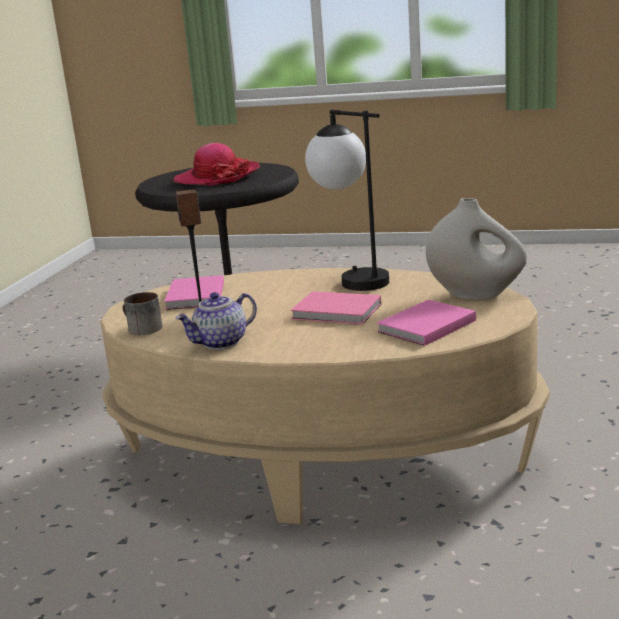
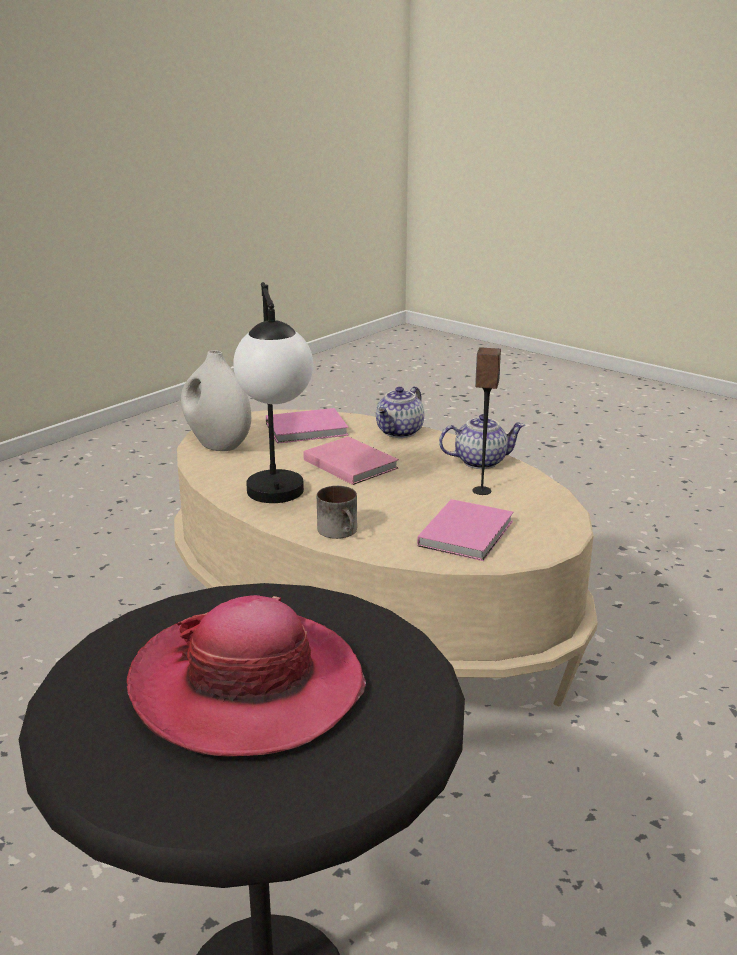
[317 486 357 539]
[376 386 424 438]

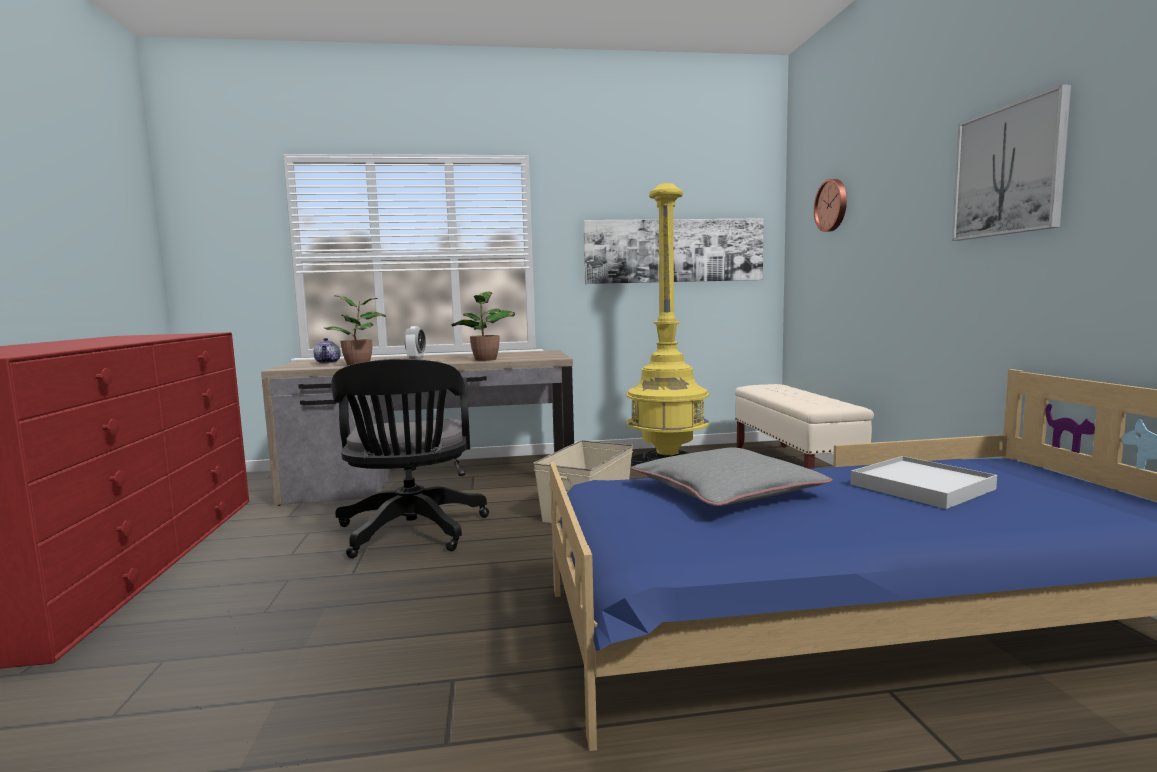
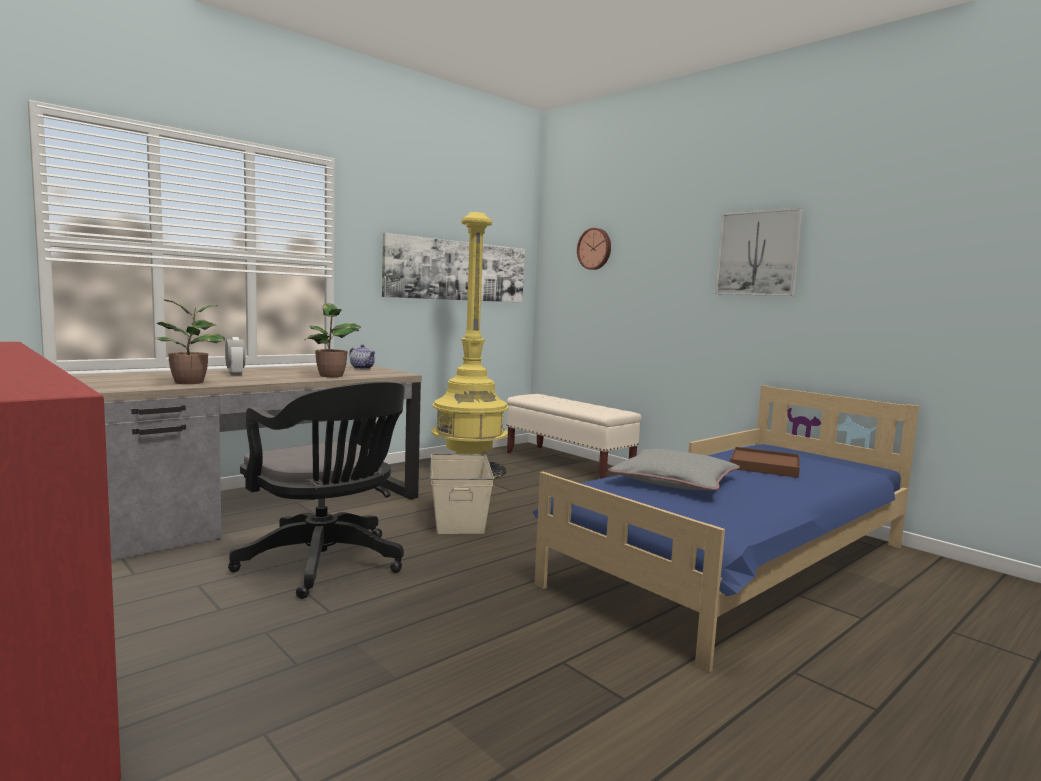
[349 344 376 369]
[730 447 800 478]

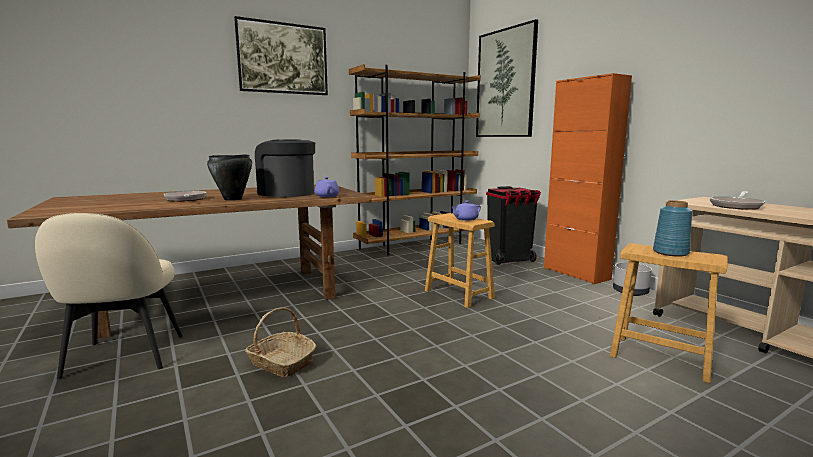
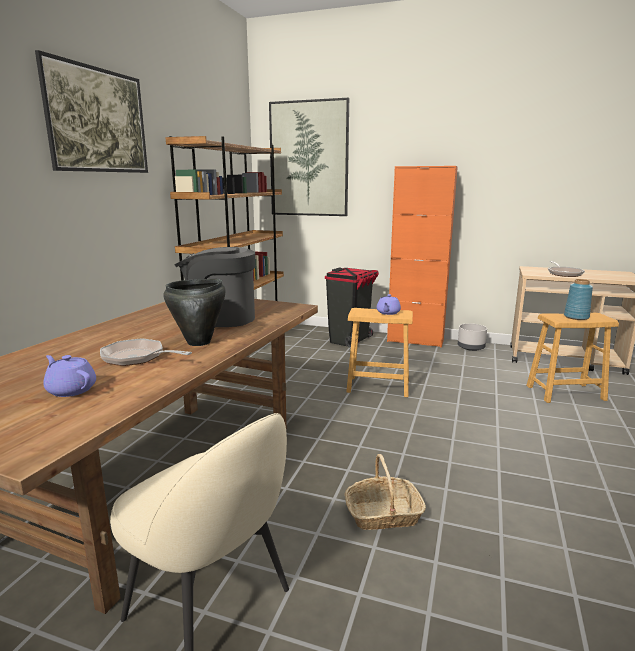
[43 355 96 397]

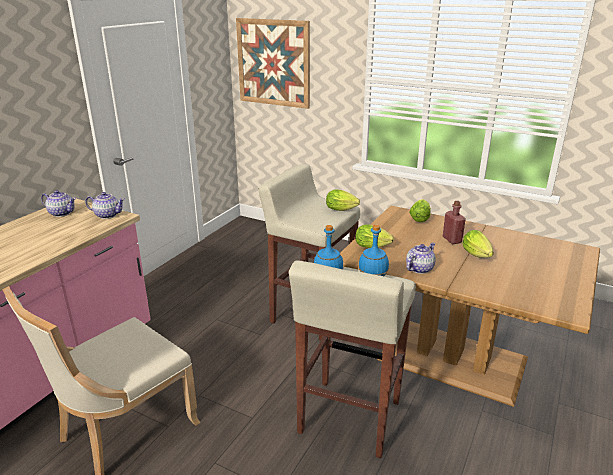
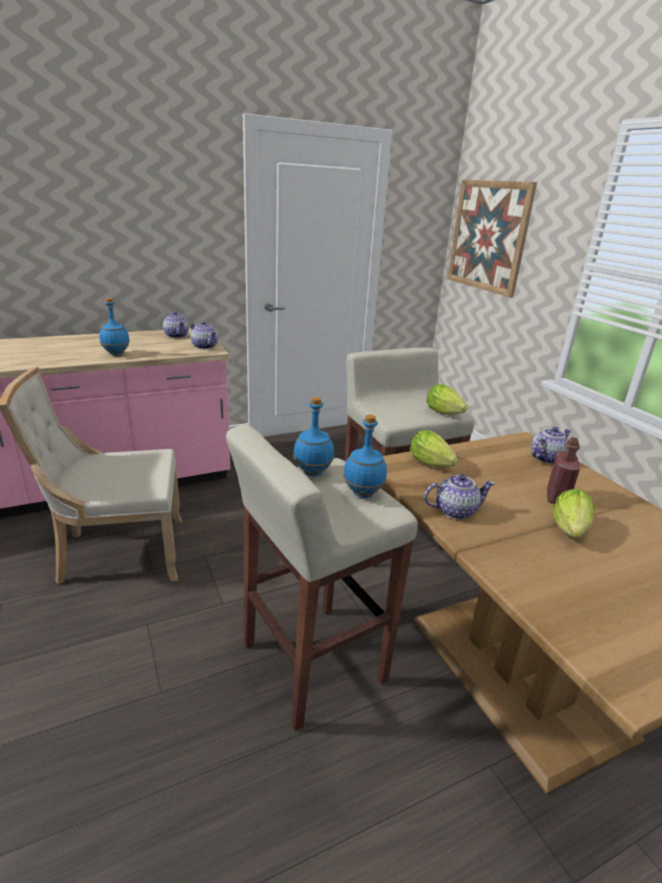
[531 427 571 464]
[99 298 130 356]

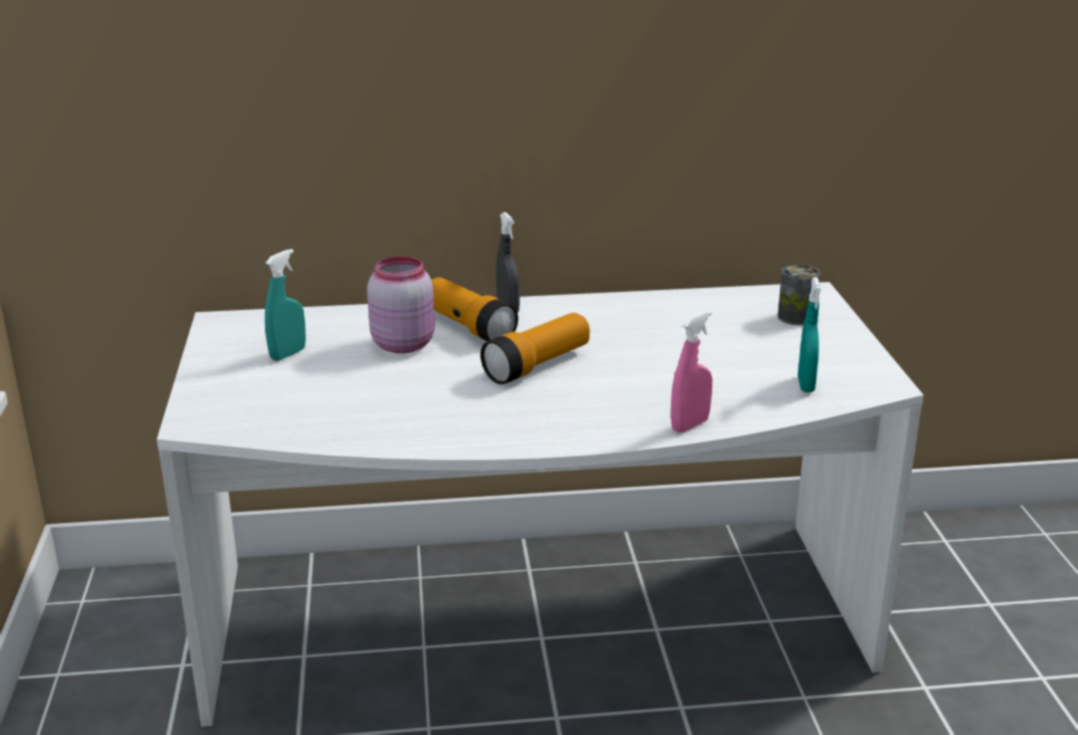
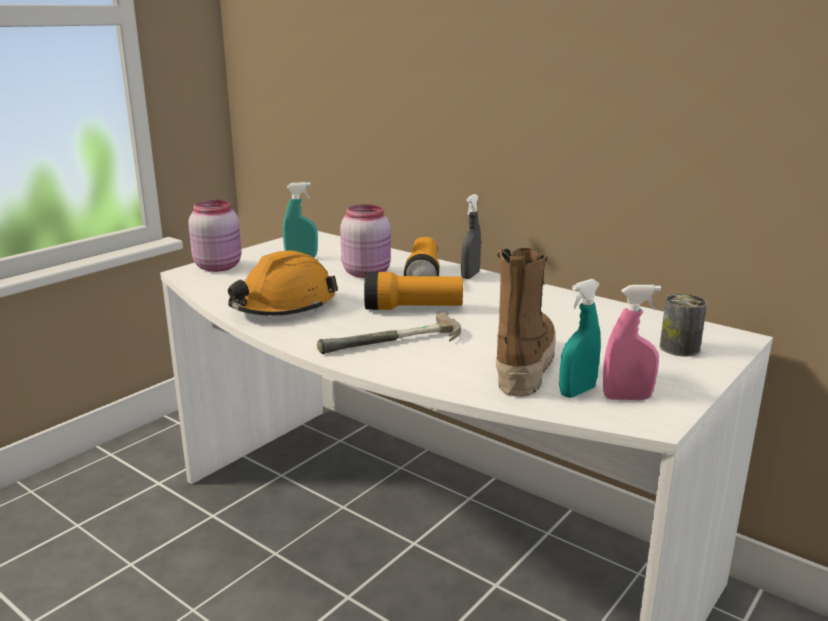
[603 285 661 400]
[188 200 241 272]
[496 248 556 397]
[228 251 338 316]
[317 312 461 354]

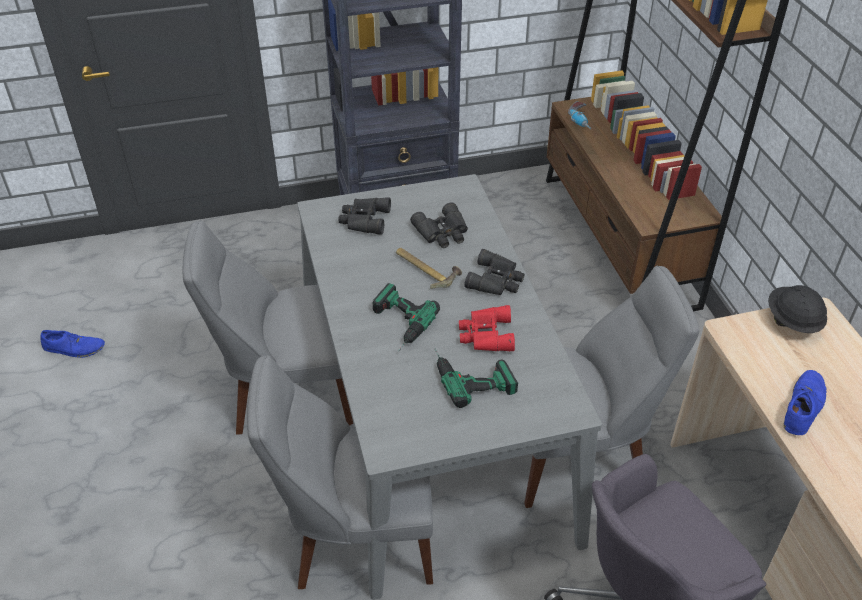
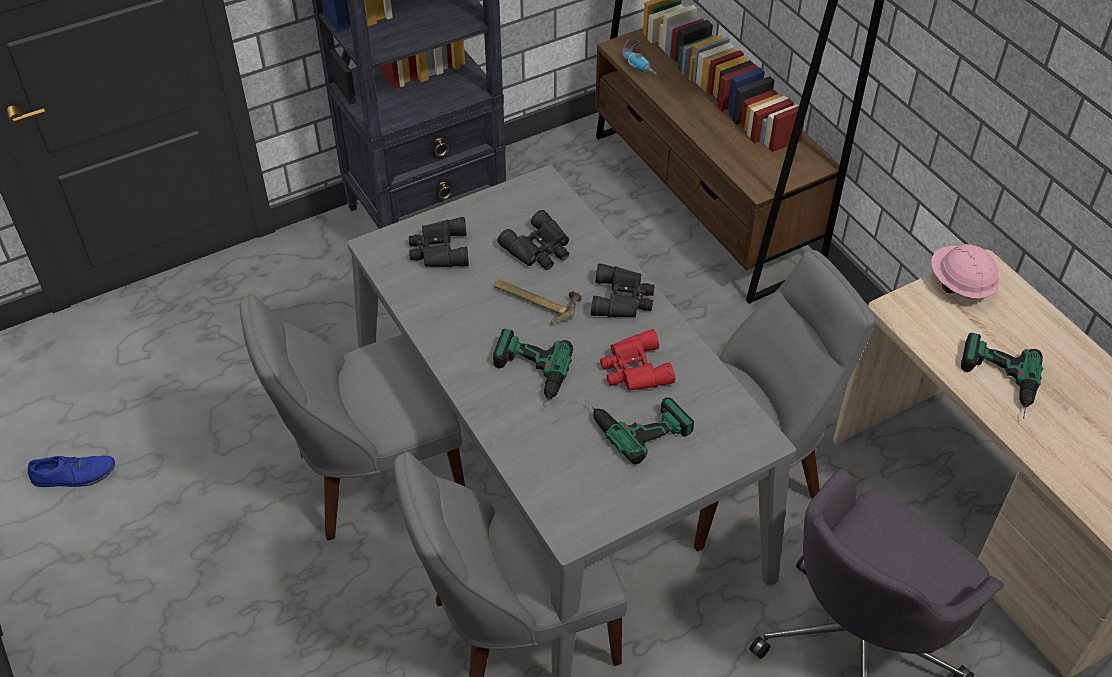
[931 244 1000 298]
[961 333 1043 419]

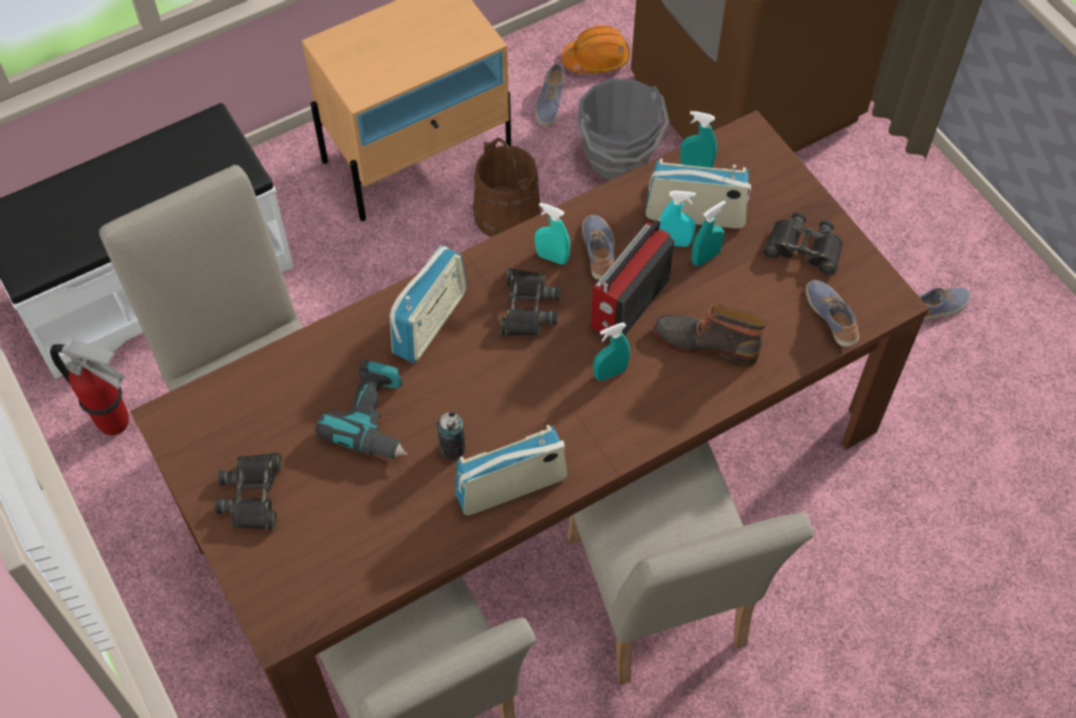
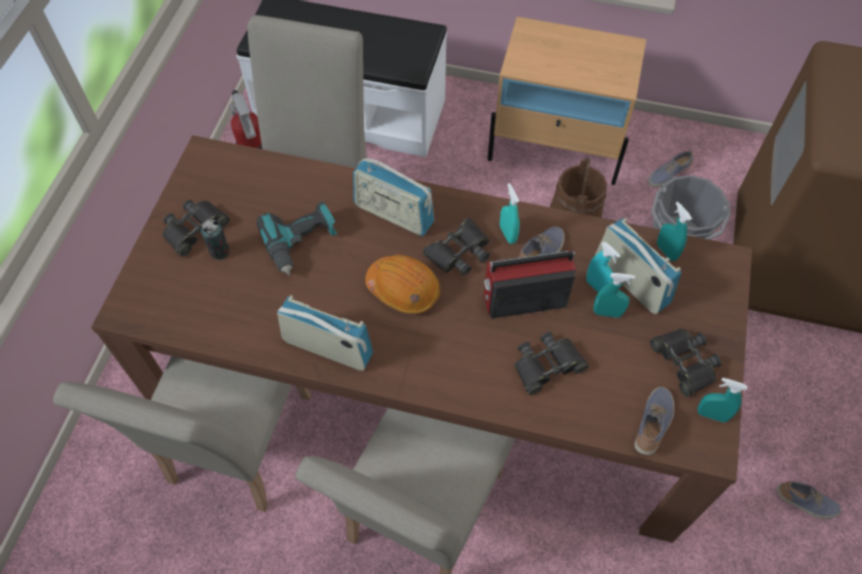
[365 255 441 314]
[353 158 434 236]
[514 332 589 395]
[697 378 747 423]
[201 219 230 260]

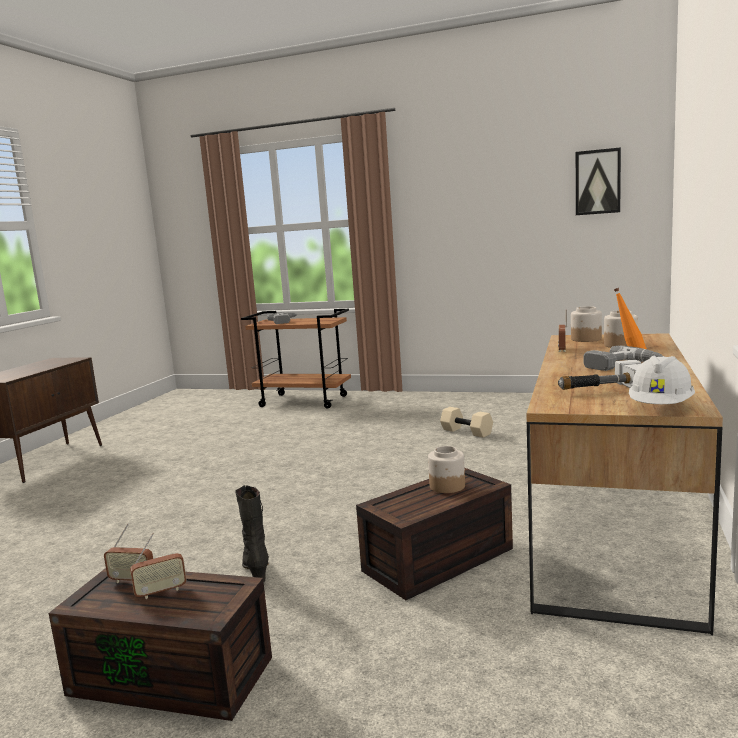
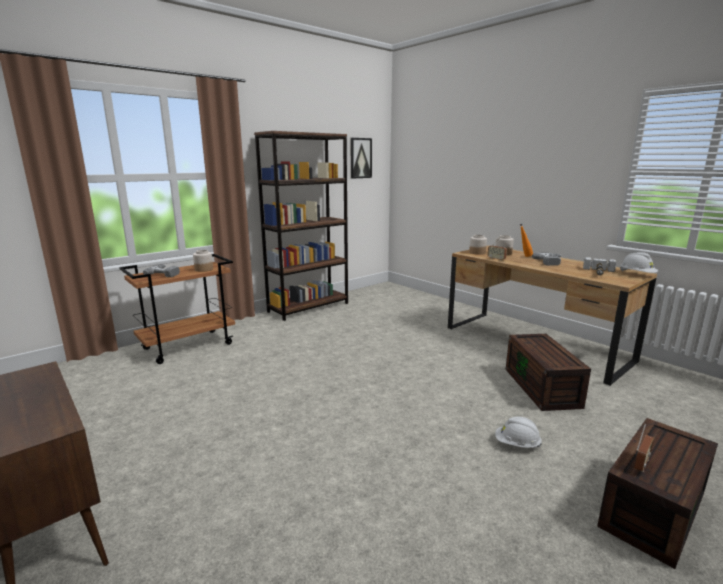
[440 407 493 438] (first image)
[193 250 213 272]
[495 417 542 448]
[130 533 186 599] (first image)
[254 131 348 321]

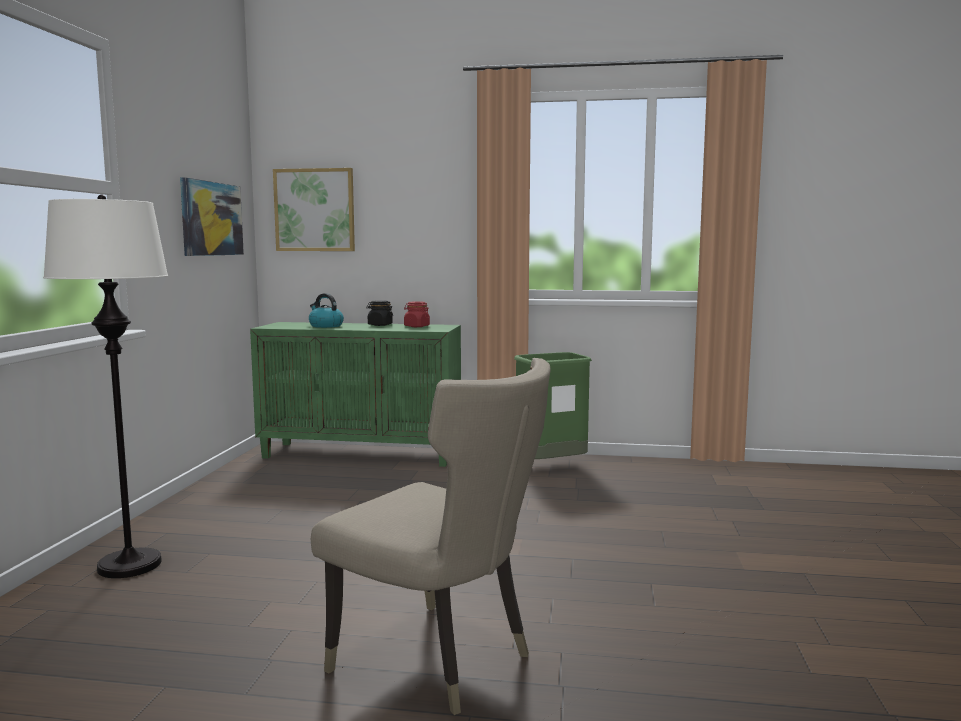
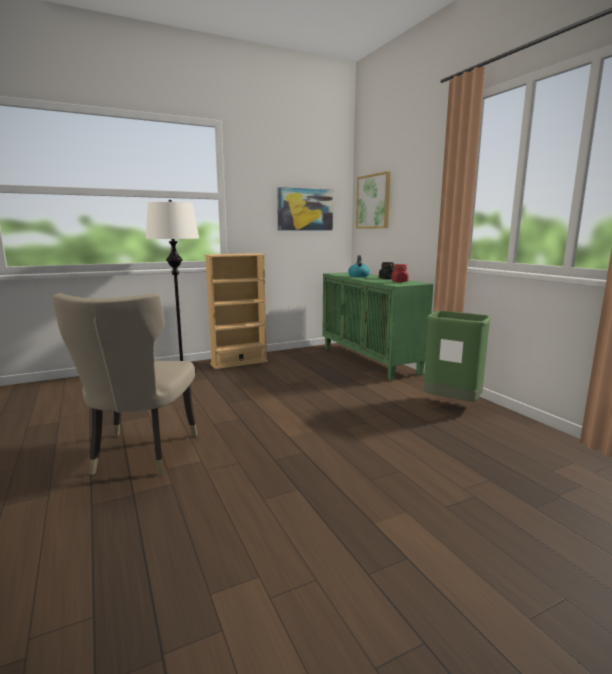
[204 253 268 369]

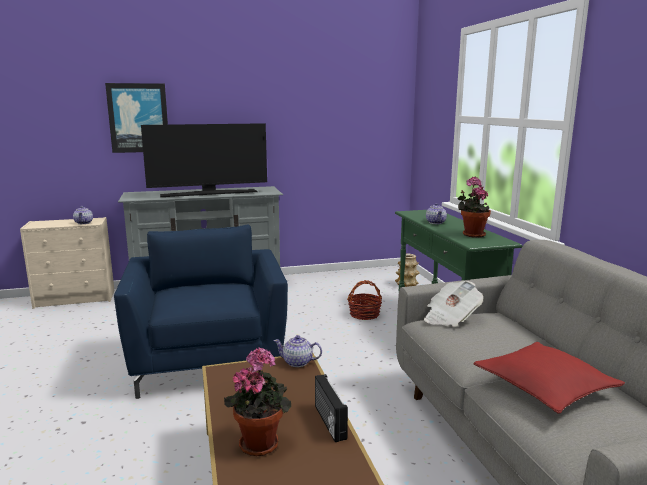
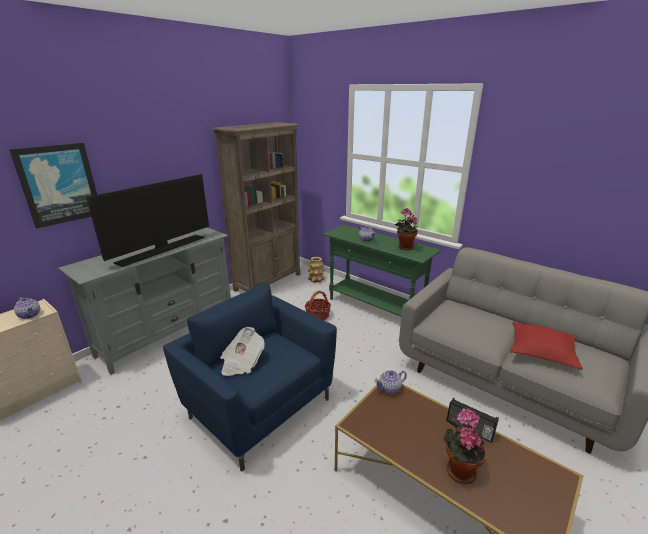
[220 327 265 376]
[213 122 301 292]

